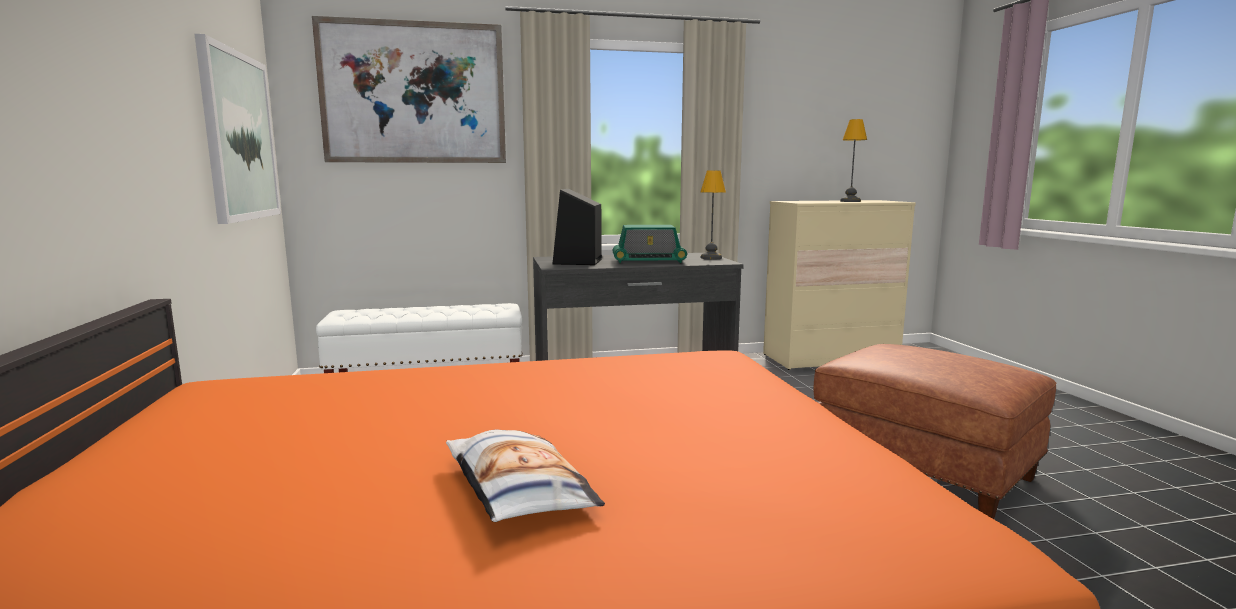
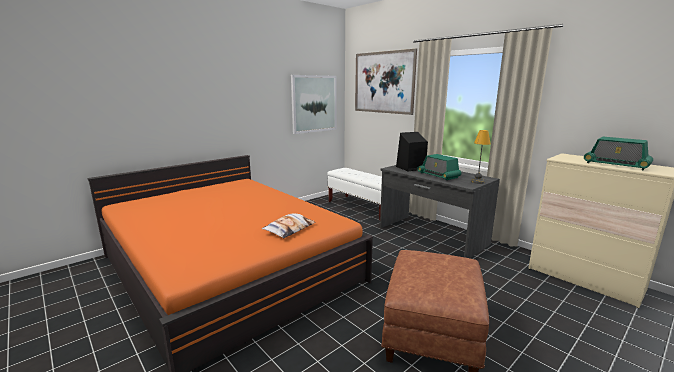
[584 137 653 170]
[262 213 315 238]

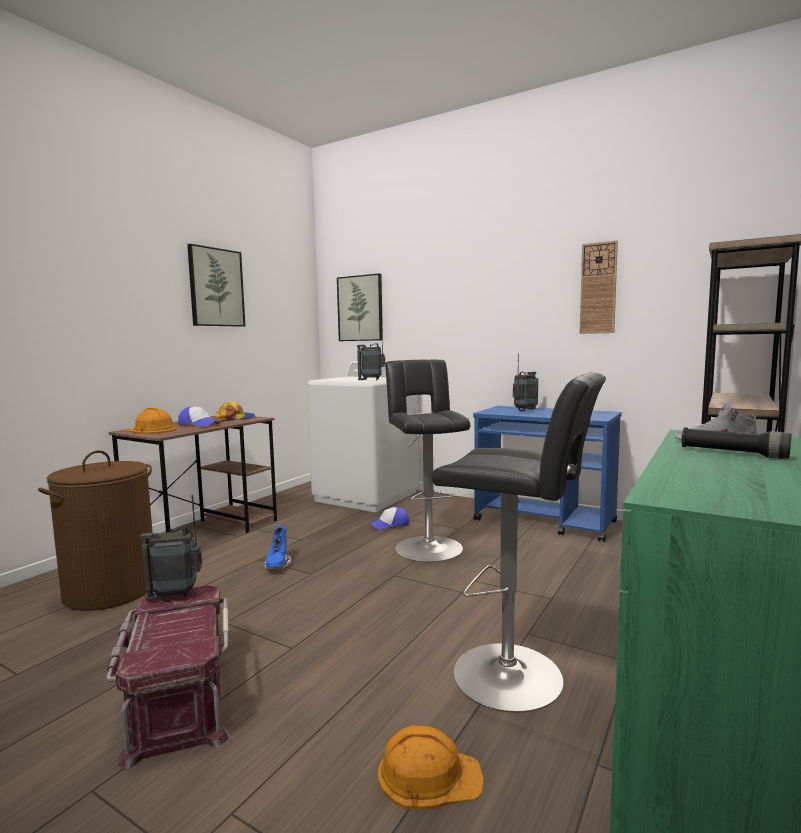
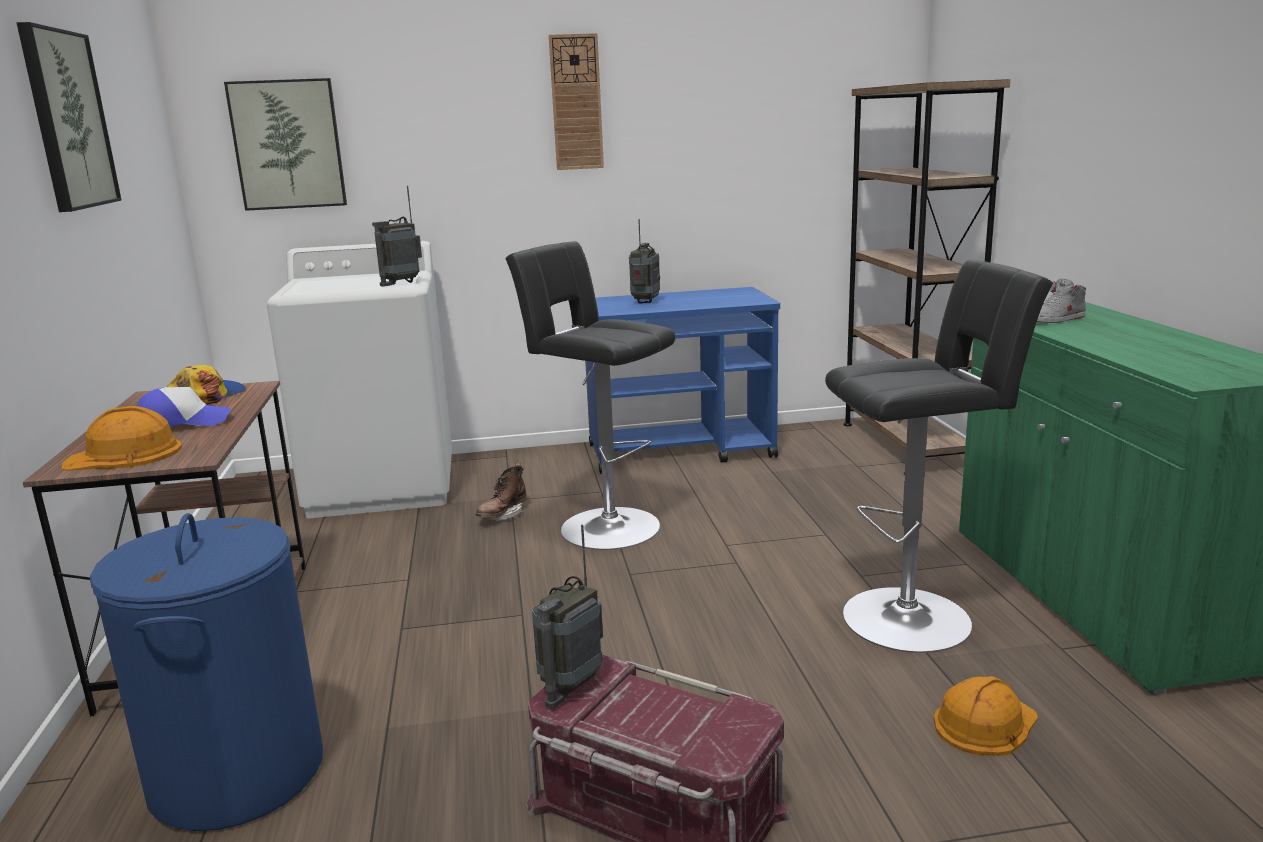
[549 33 604 170]
[681 427 791 459] (first image)
[90 513 323 831]
[476 462 527 521]
[263 525 291 570] (first image)

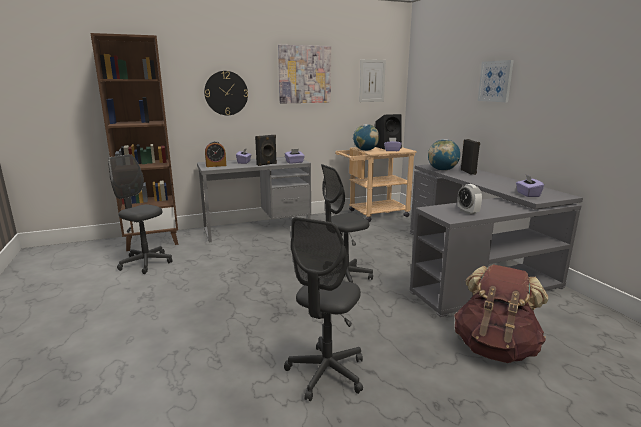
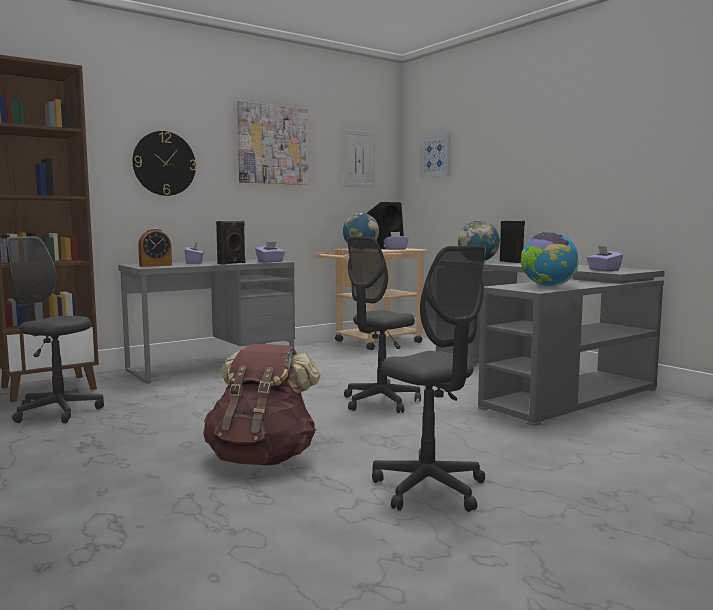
[420 132 451 178]
[521 232 579 287]
[372 245 486 512]
[203 344 320 465]

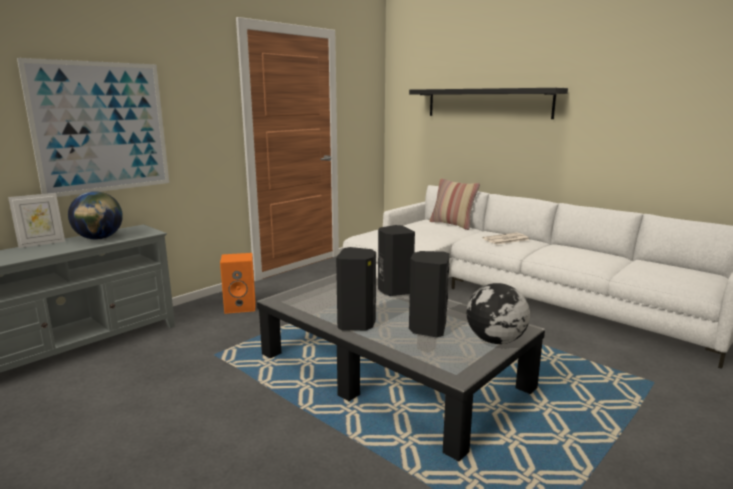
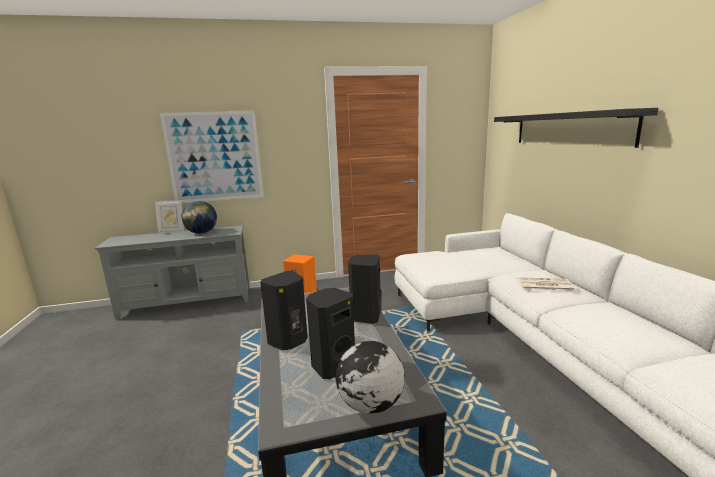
[429 178 480 230] (first image)

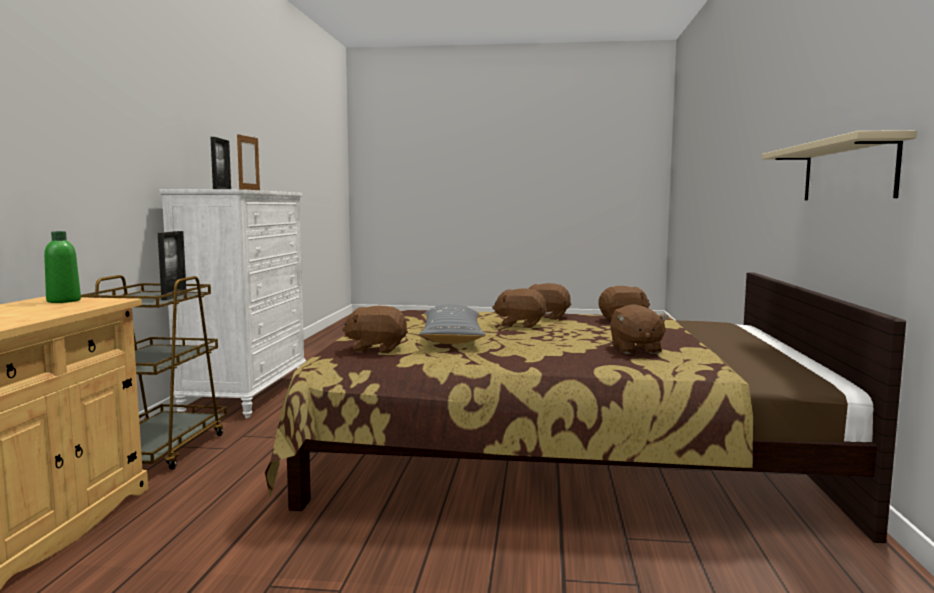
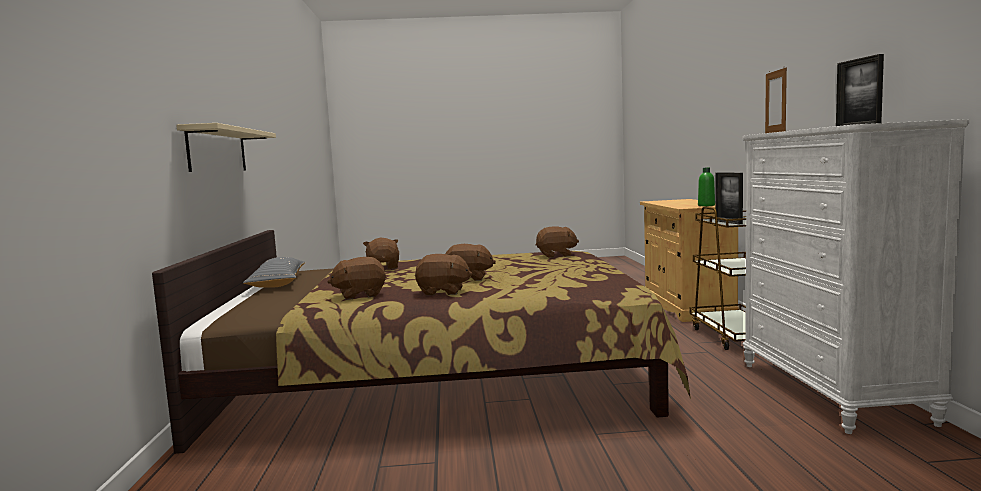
[243 257 305 288]

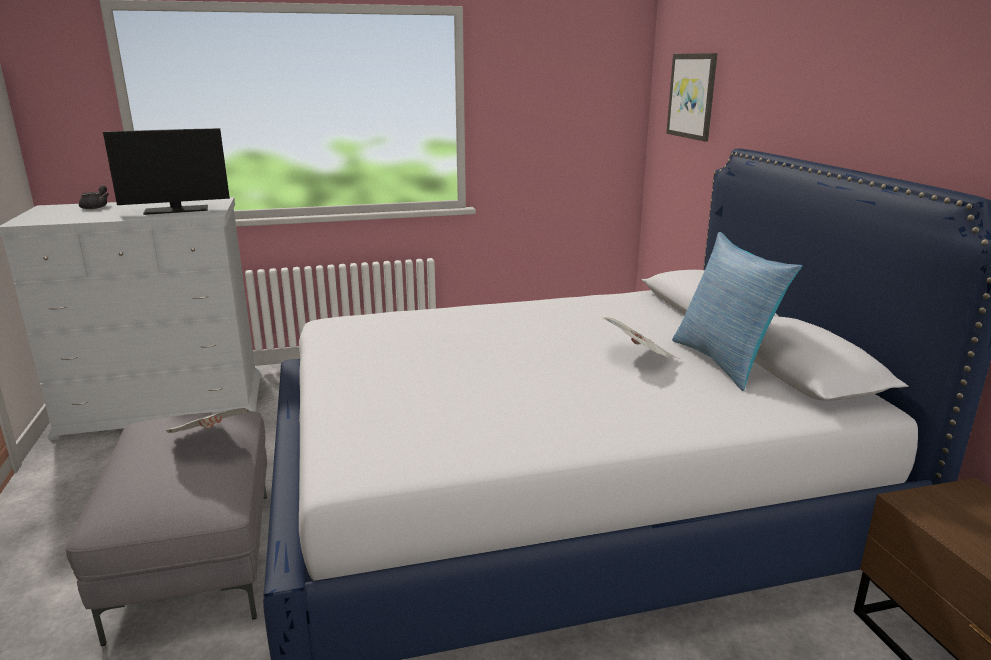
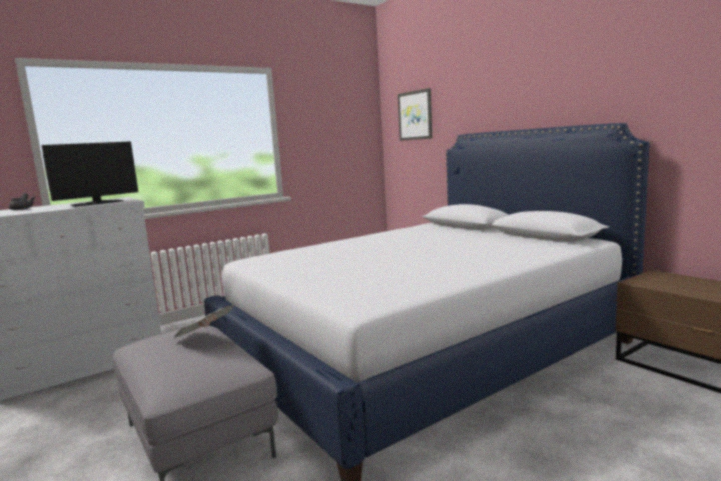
[672 232 802 391] (first image)
[602 317 681 359] (first image)

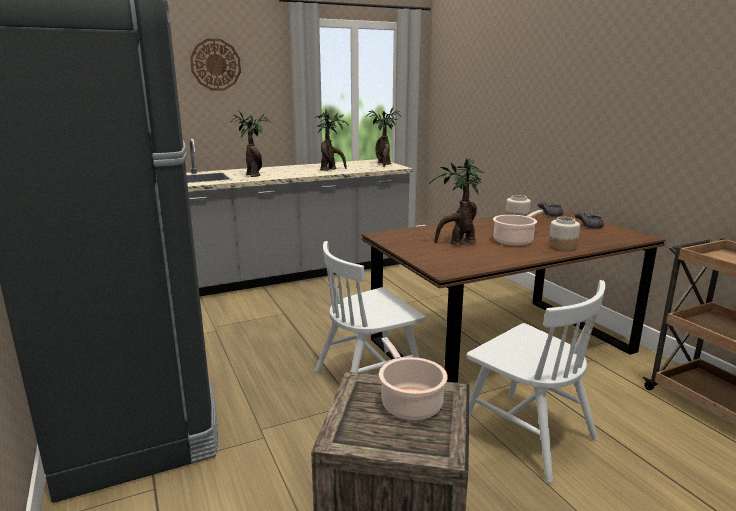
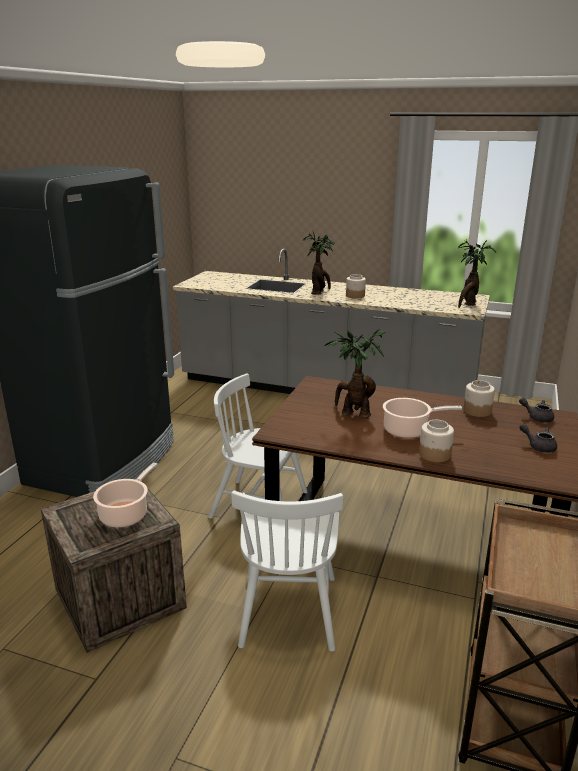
[190 39 241 91] (first image)
[314 108 349 171] (first image)
[346 274 366 299]

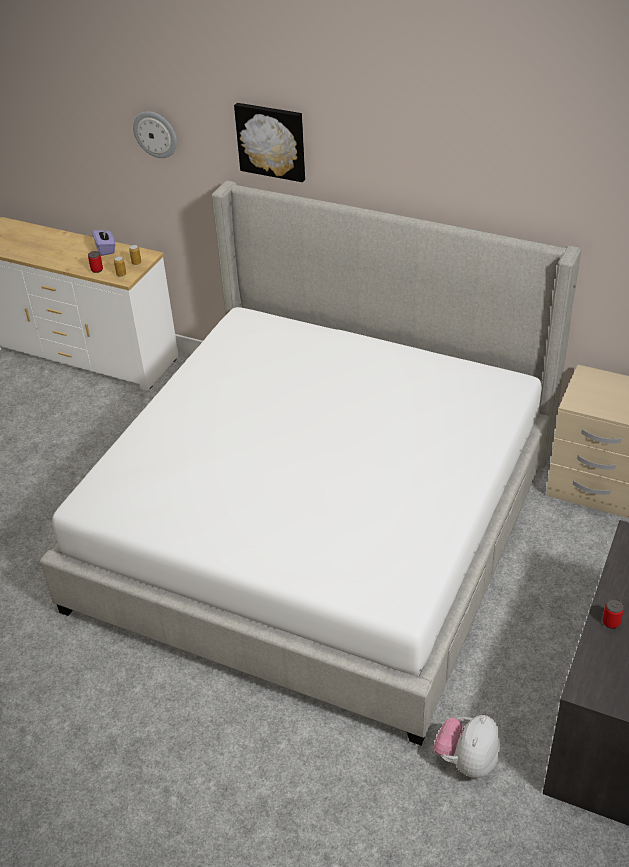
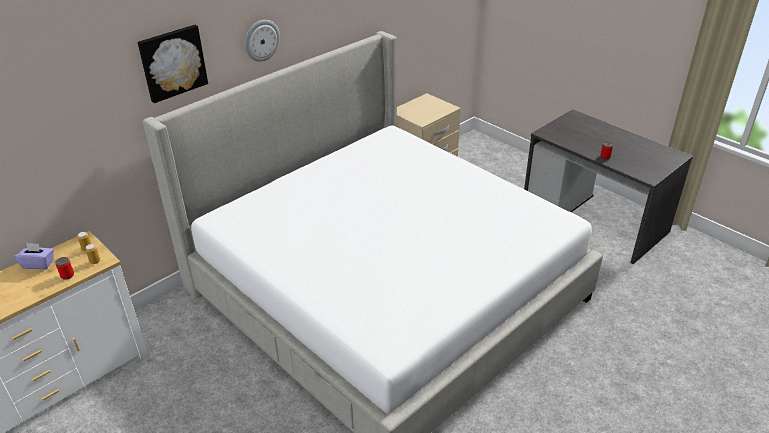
[245 20 280 62]
[434 715 500 778] (first image)

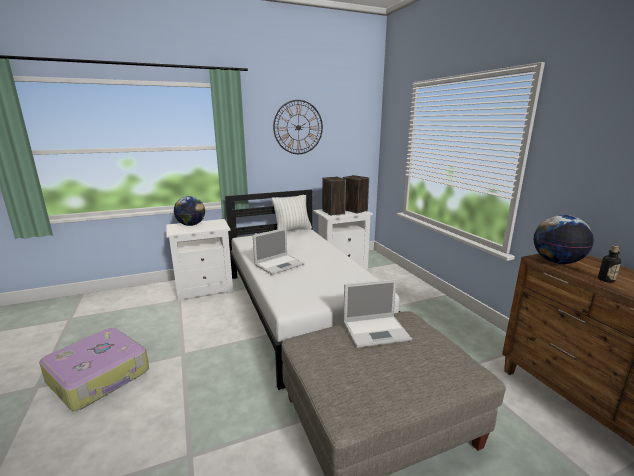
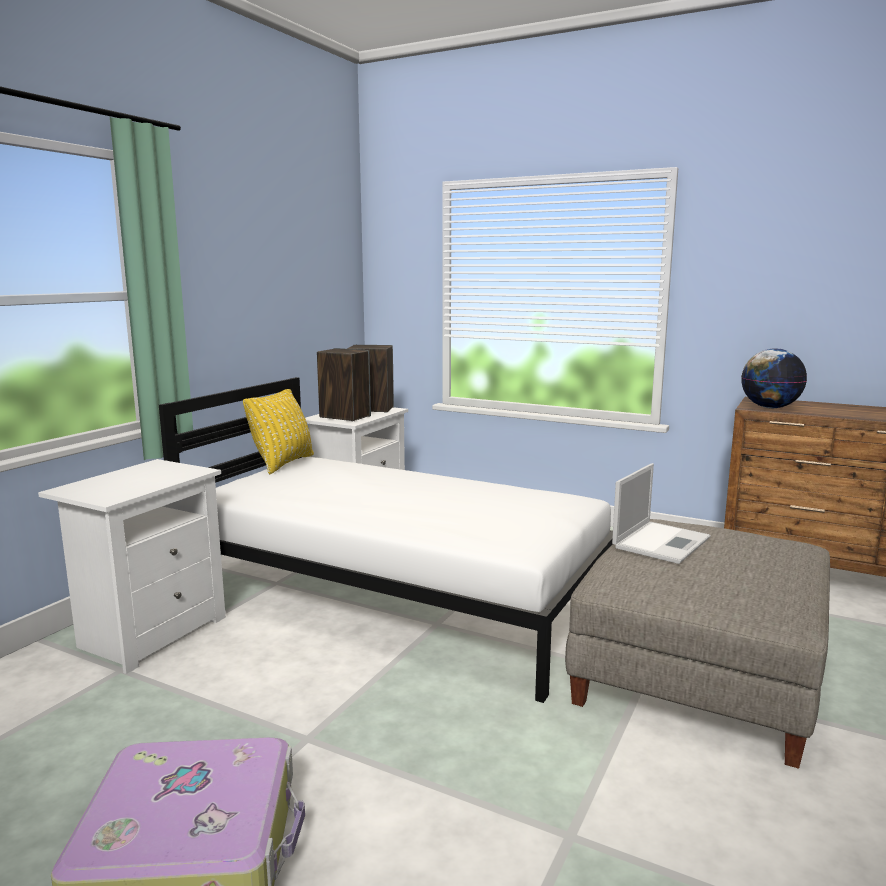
[273 100 323 154] (first image)
[243 389 314 474]
[174 196 205 226] (first image)
[253 228 305 275] (first image)
[598 245 621 283] (first image)

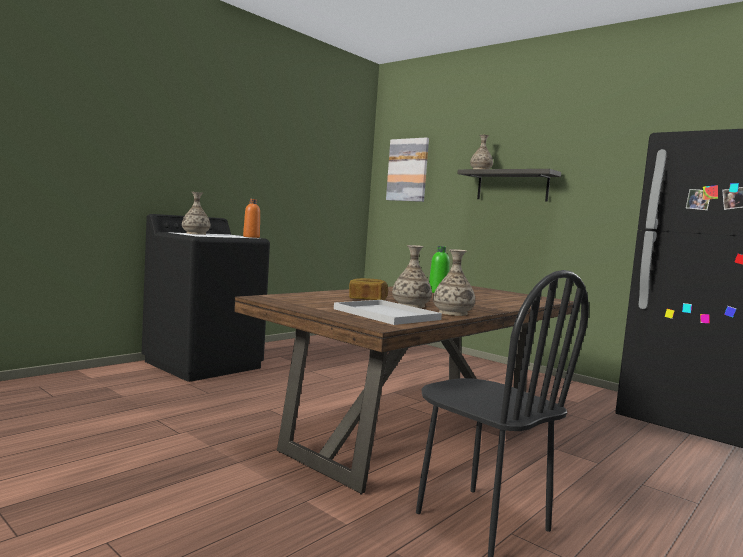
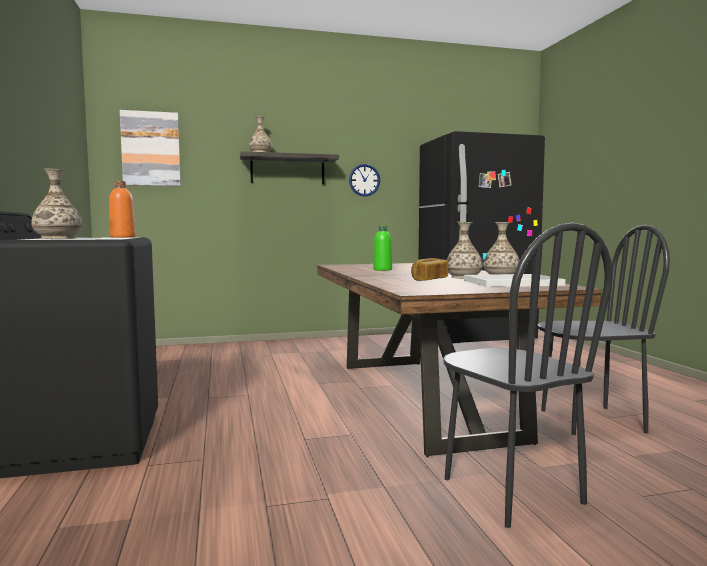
[349 164 380 197]
[443 223 613 528]

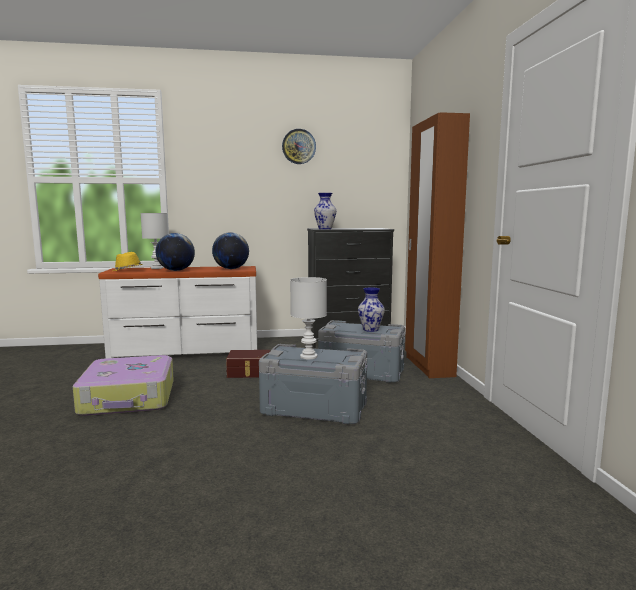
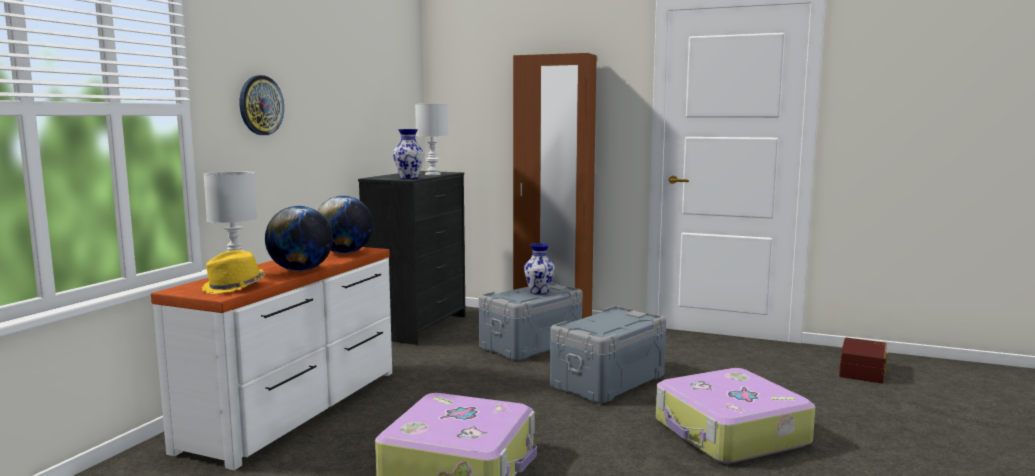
[239 75 284 135]
[415 104 448 175]
[839 338 889 384]
[656 368 815 464]

